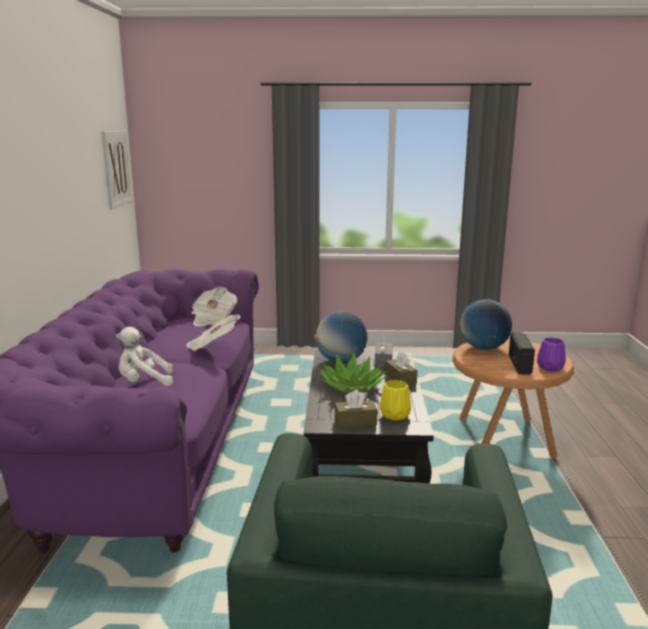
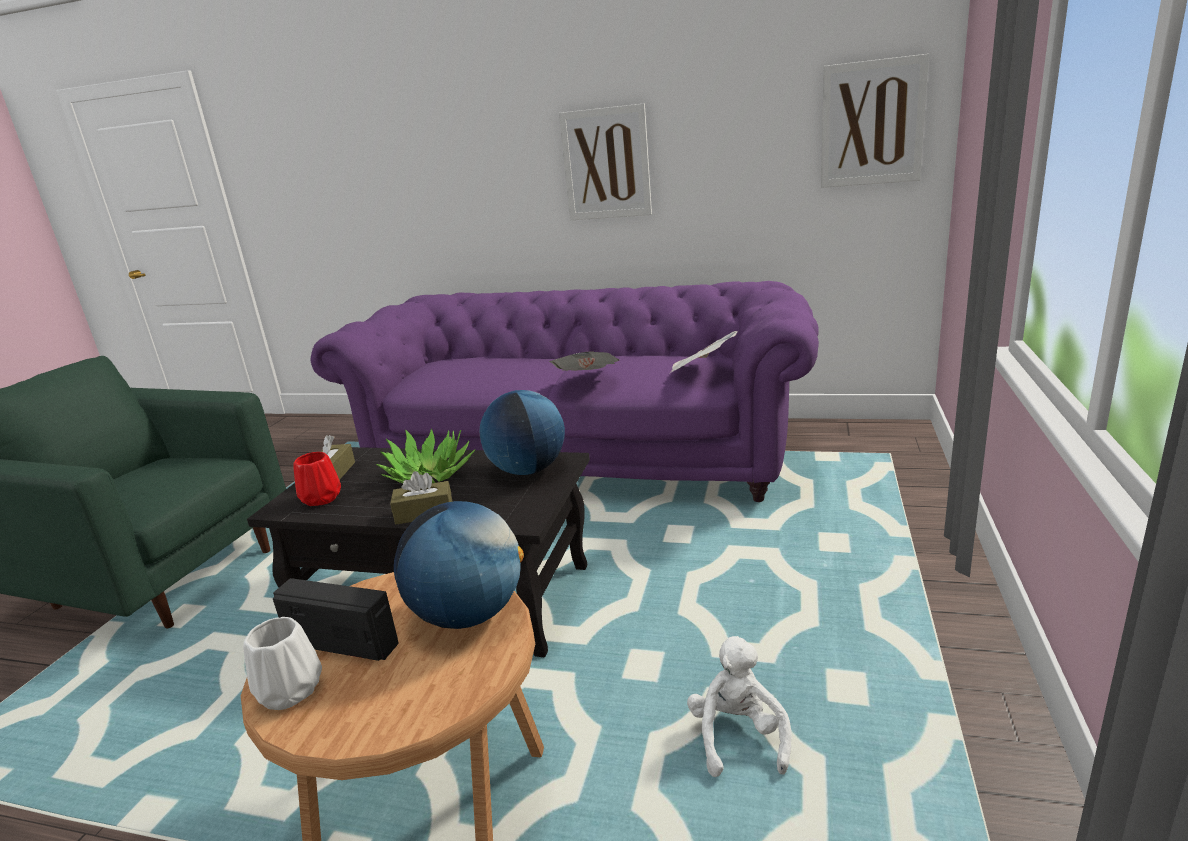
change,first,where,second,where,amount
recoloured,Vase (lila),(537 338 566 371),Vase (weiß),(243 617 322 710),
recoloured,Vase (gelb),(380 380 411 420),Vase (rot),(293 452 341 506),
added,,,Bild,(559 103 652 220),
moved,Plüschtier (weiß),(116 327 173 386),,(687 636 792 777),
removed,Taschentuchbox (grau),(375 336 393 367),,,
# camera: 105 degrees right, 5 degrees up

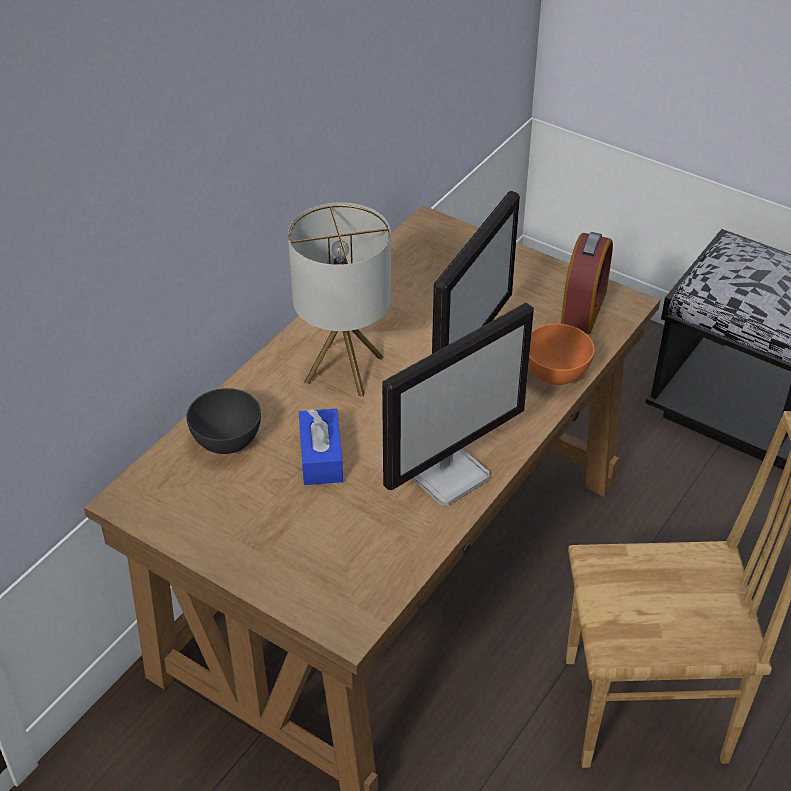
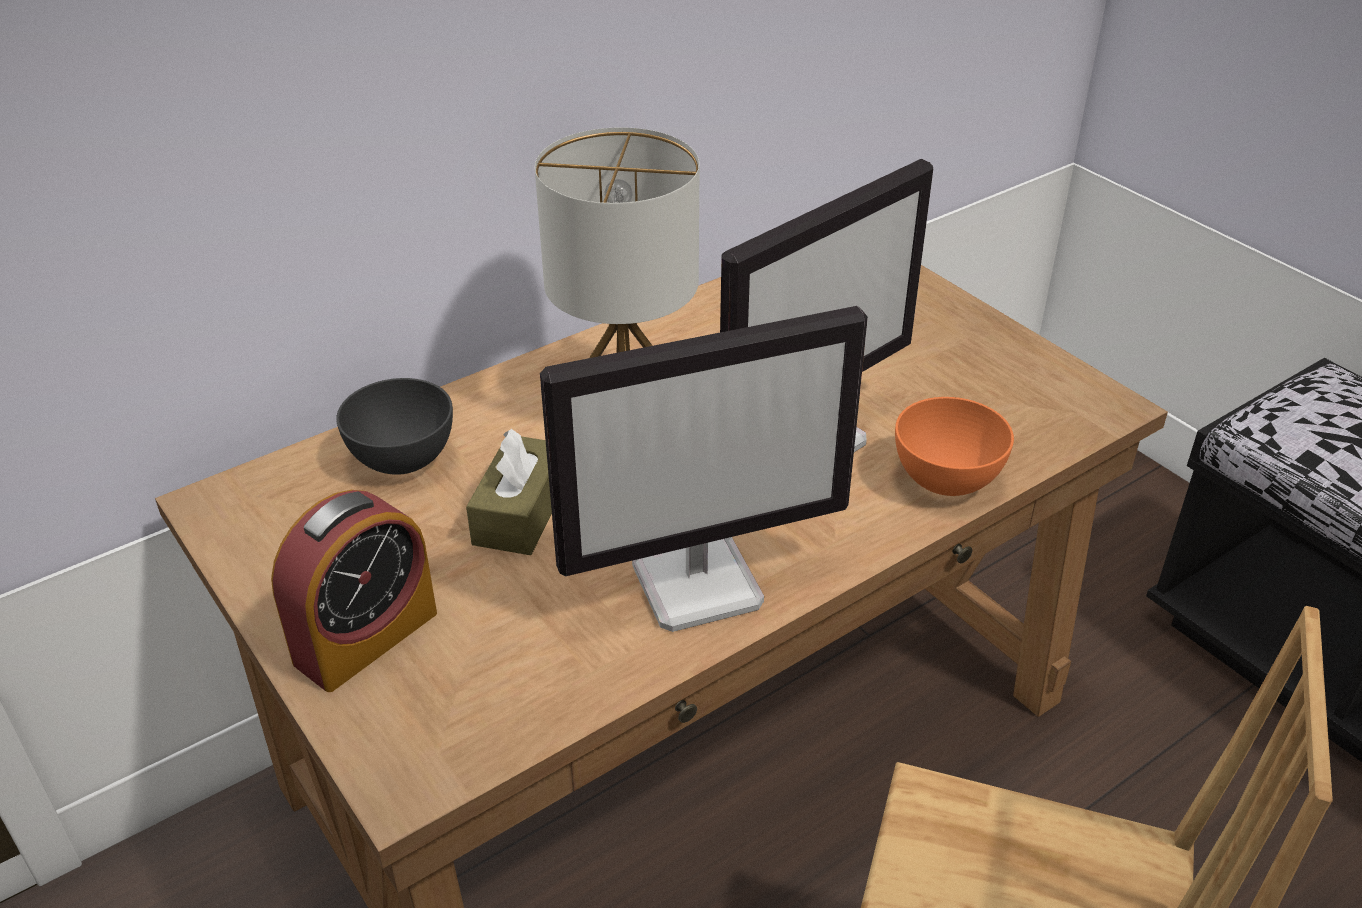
change,first,where,second,where,amount
moved,Wecker,(561 232 613 334),,(271 490 437 692),
recoloured,Taschentuchbox (blau),(299 409 343 485),Taschentuchbox (braun),(466 429 552 555),
# camera: 20 degrees right, 5 degrees down

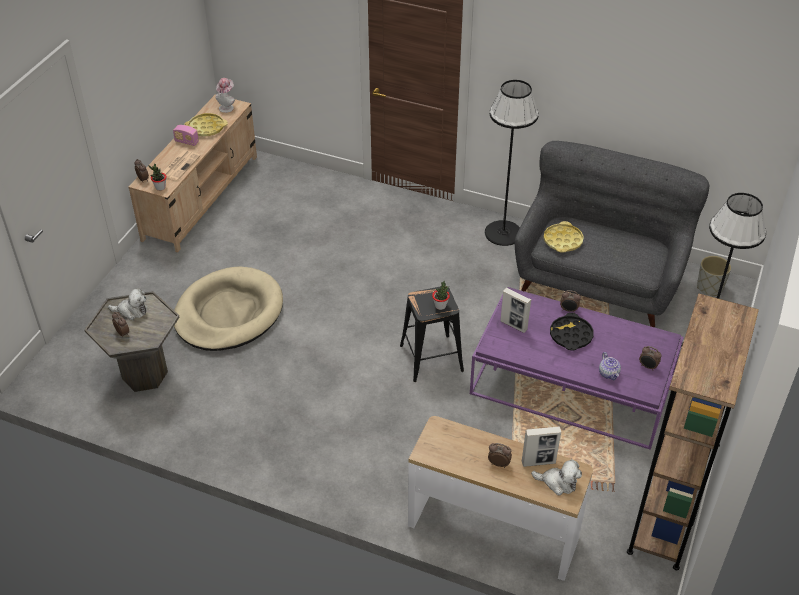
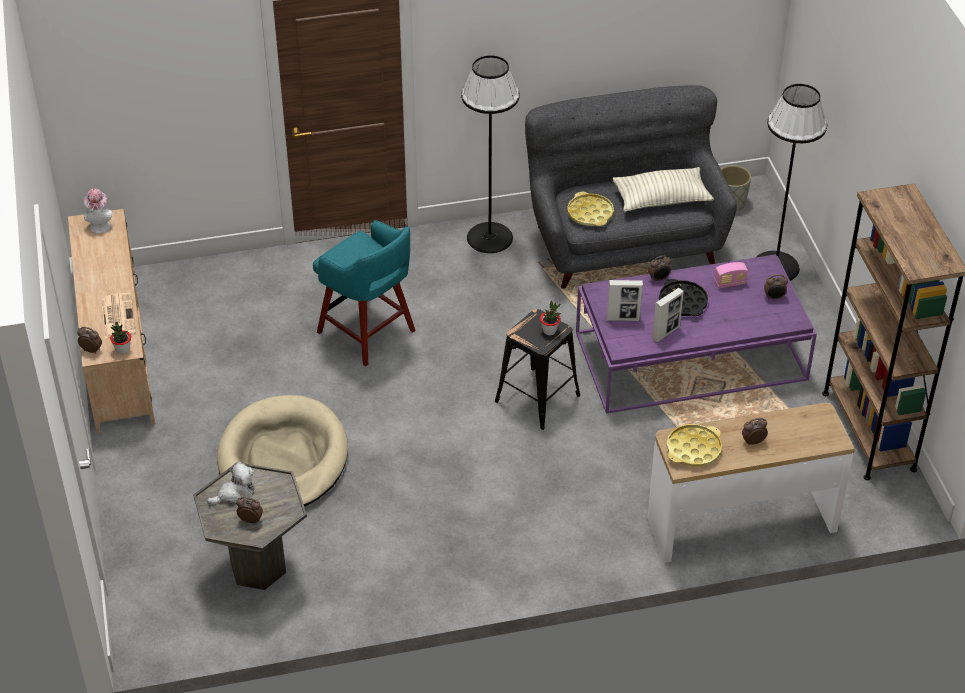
change,first,where,second,where,amount
added,,,Hocker (türkis),(313 220 416 366),
added,,,Kissen,(613 167 714 212),
moved,Bilderrahmen,(522 426 561 467),,(652 288 684 342),
moved,Tablett (gelb),(184 113 228 136),,(667 424 722 467),
moved,Radio,(173 125 199 146),,(714 262 748 288),
removed,Plüschtier,(531 459 582 496),,,
removed,Teekanne,(599 352 621 381),,,
# camera: 35 degrees left, 0 degrees up

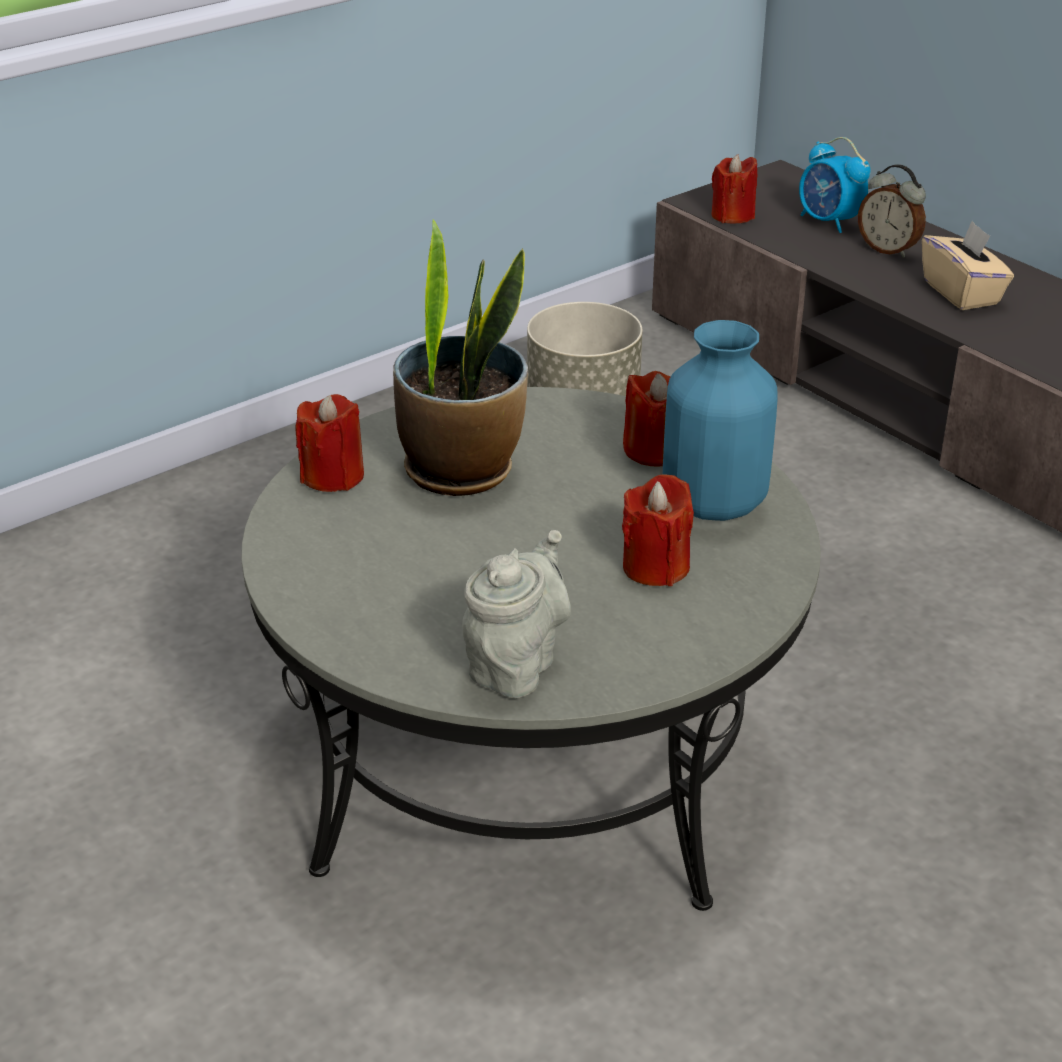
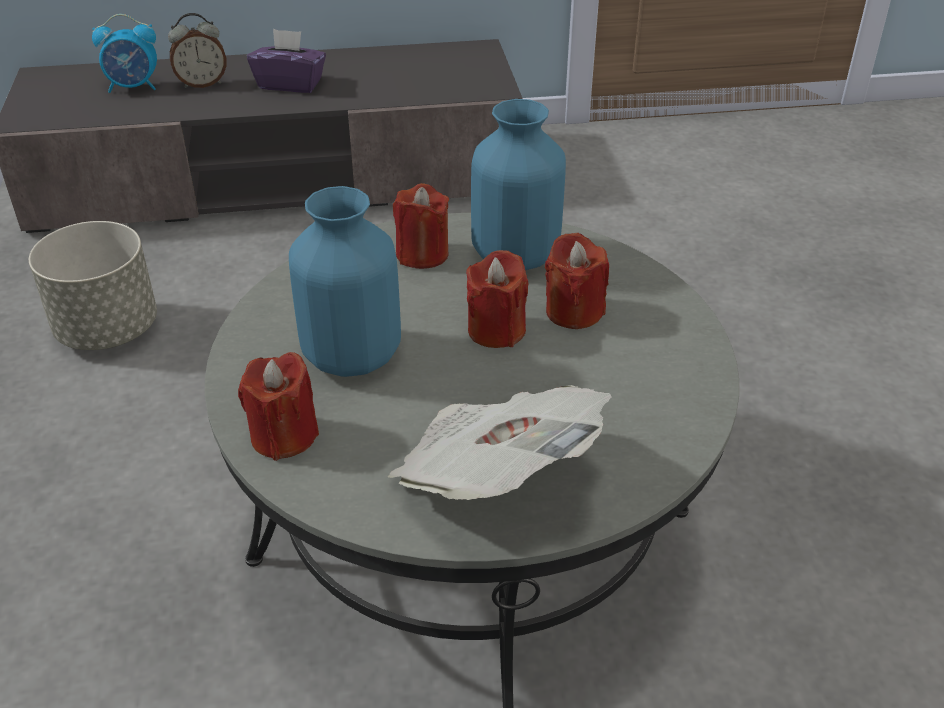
change,first,where,second,where,amount
recoloured,Taschentuchbox (beige),(922 221 1014 310),Taschentuchbox (lila),(247 29 326 93),
replaced,Topfpflanze,(393 220 528 496),Vase (blau),(289 186 401 377),
added,,,Zeitung,(387 385 612 500),
moved,Kerze (rot),(711 154 757 223),,(466 250 528 348),
removed,Teekanne (grau),(462 530 571 698),,,
# camera: 60 degrees left, 5 degrees up

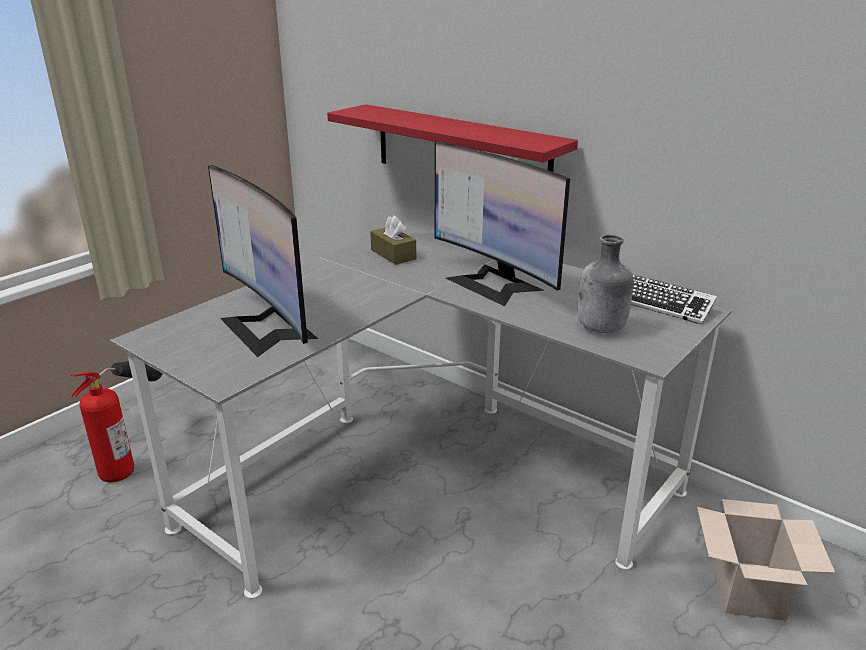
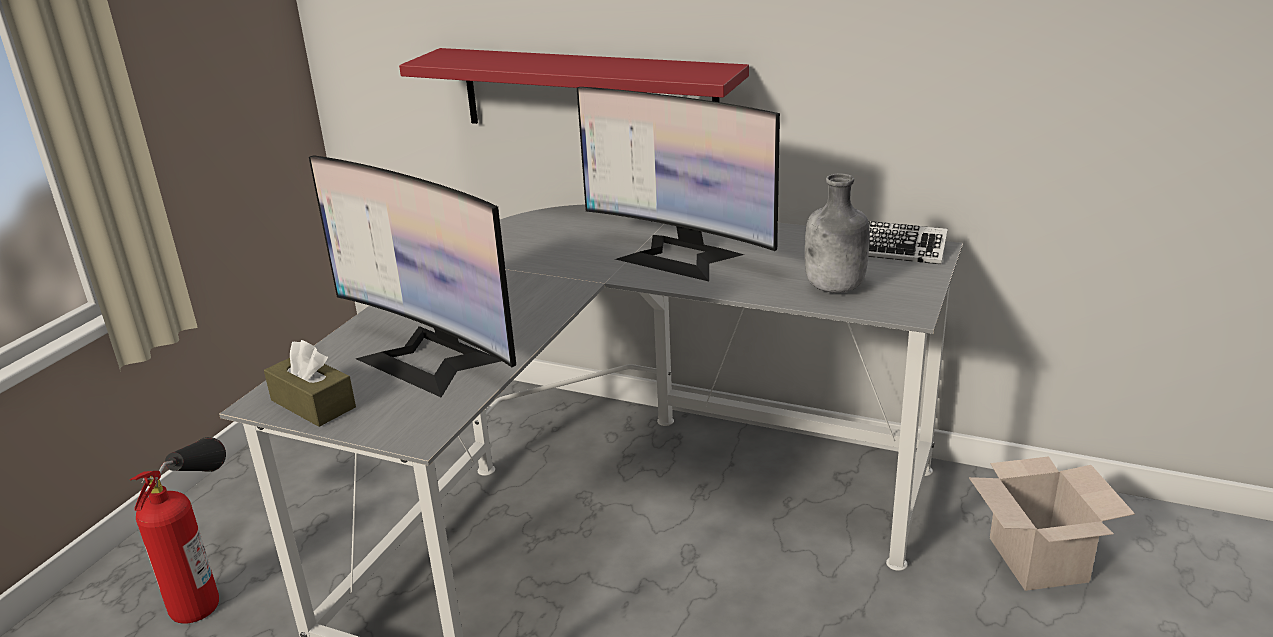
change,first,where,second,where,amount
moved,Taschentuchbox (braun),(370 215 416 265),,(264 340 356 427),
# camera: 15 degrees left, 0 degrees up

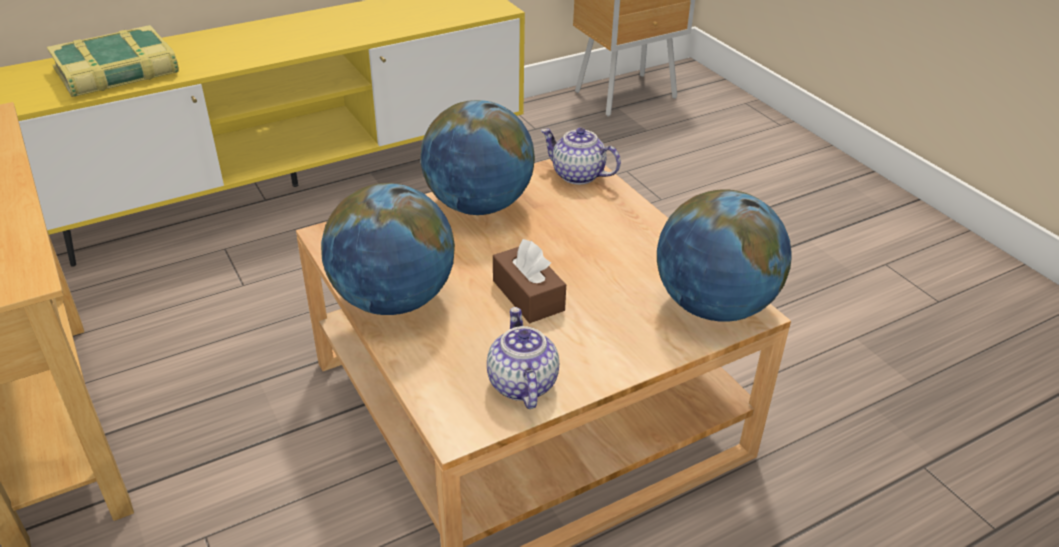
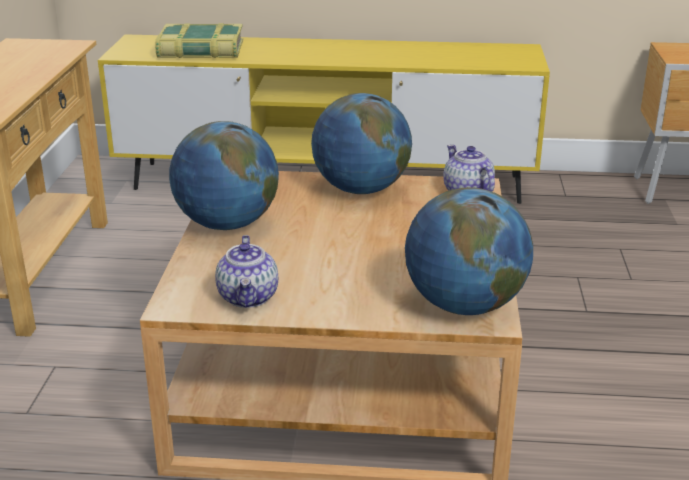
change,first,where,second,where,amount
turned,Teekanne,(487 307 559 409),,(215 235 278 308),150 degrees clockwise
removed,Taschentuchbox (braun),(493 239 566 323),,,
# camera: 35 degrees right, 10 degrees down

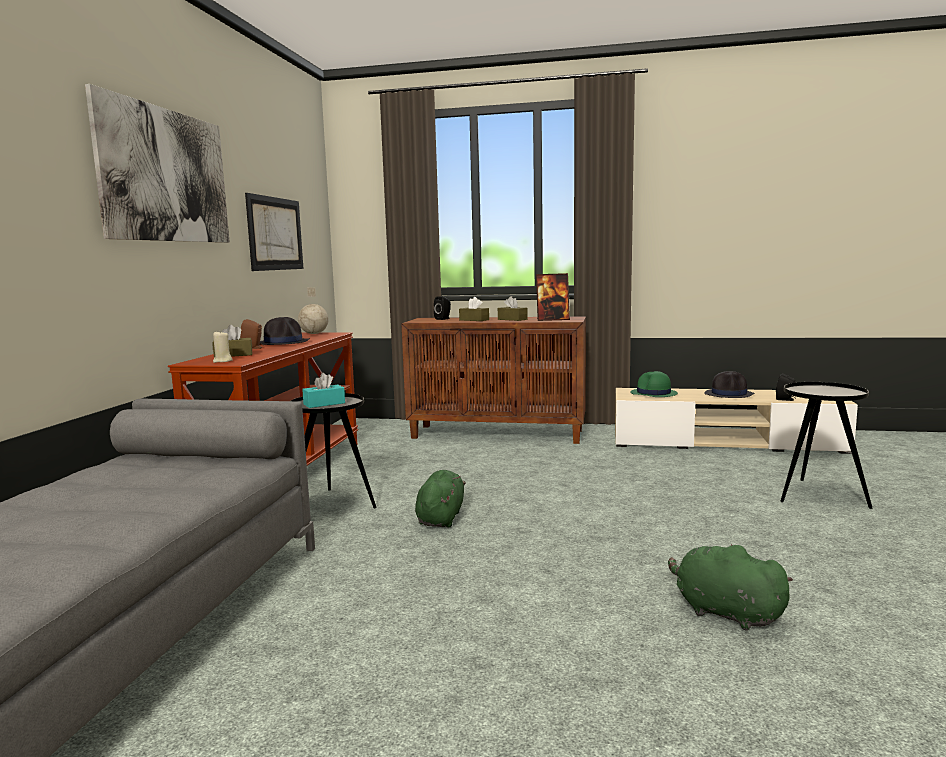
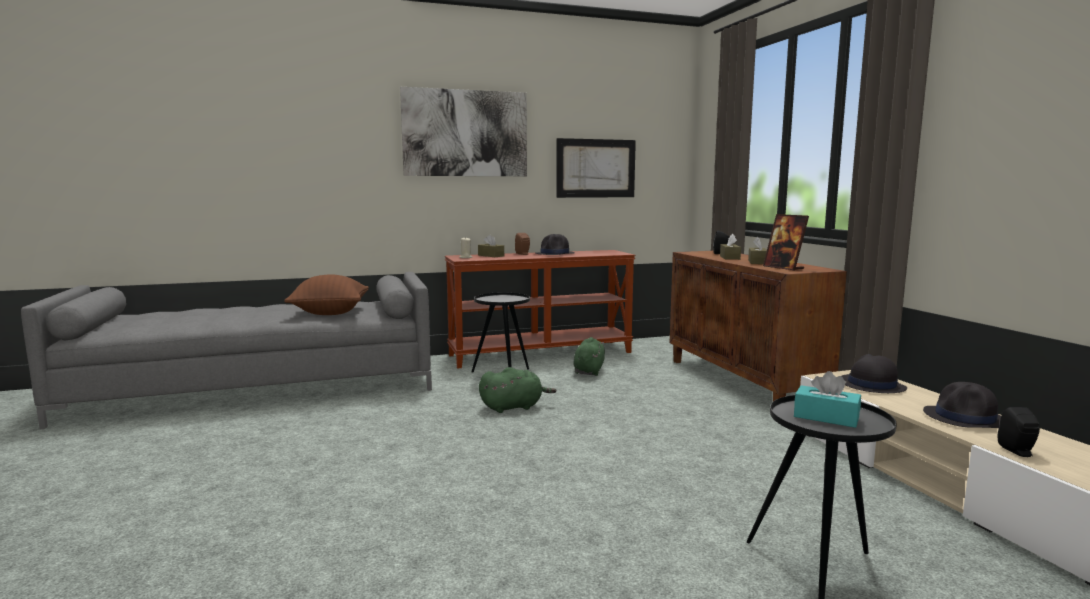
change,first,where,second,where,amount
added,,,Kissen (braun),(284 275 369 315),
moved,Plüschtier (grün),(668 544 793 631),,(573 337 605 376),
moved,Taschentuchbox (türkis),(302 373 345 408),,(794 371 861 428),
recoloured,Hut (grün),(630 371 678 397),Hut (schwarz),(842 354 907 393),
removed,Globus,(298 287 329 334),,,
# camera: 60 degrees right, 0 degrees up

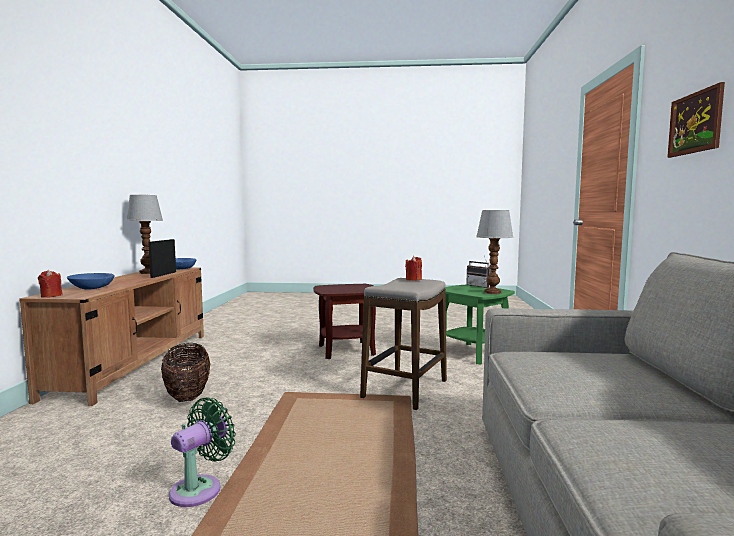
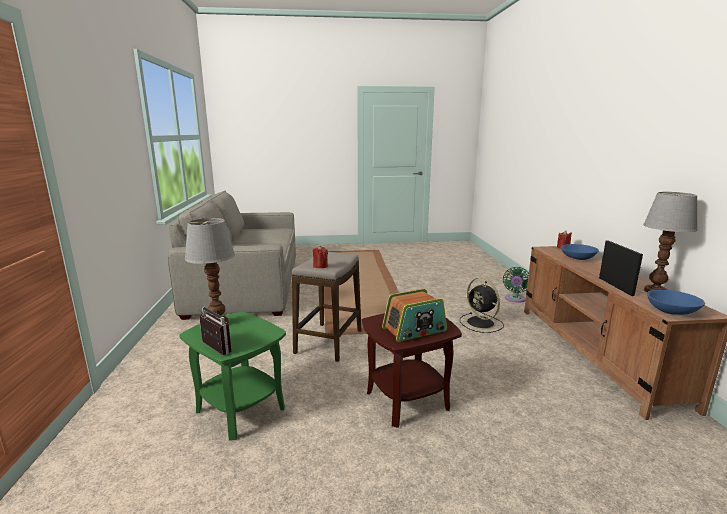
change,first,where,second,where,amount
added,,,Radio,(382 289 447 342),
replaced,Korb,(161 343 210 402),Ventilator (schwarz),(460 278 504 333),
moved,Ventilator (grün),(169 397 236 507),,(503 267 529 303),
removed,Bild,(667 82 725 158),,,
# camera: 170 degrees right, 10 degrees up

